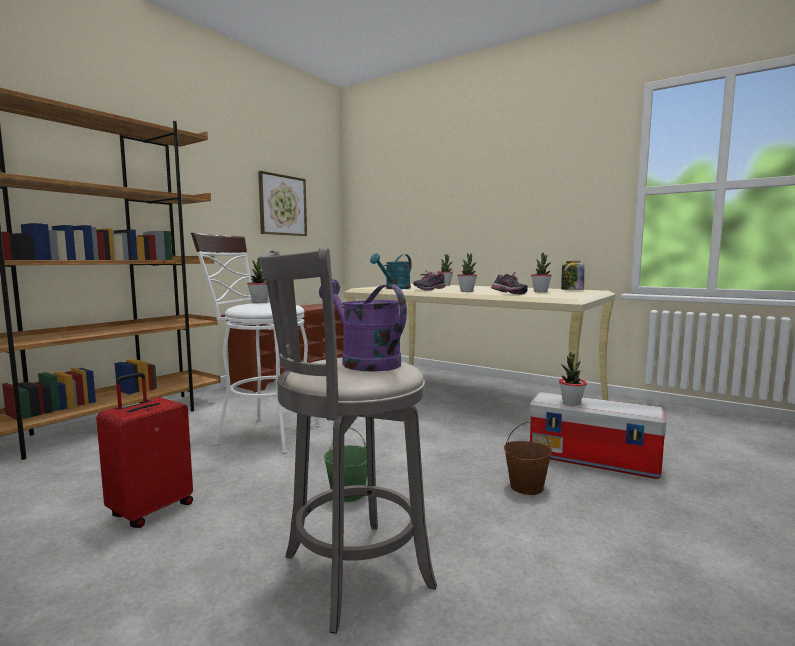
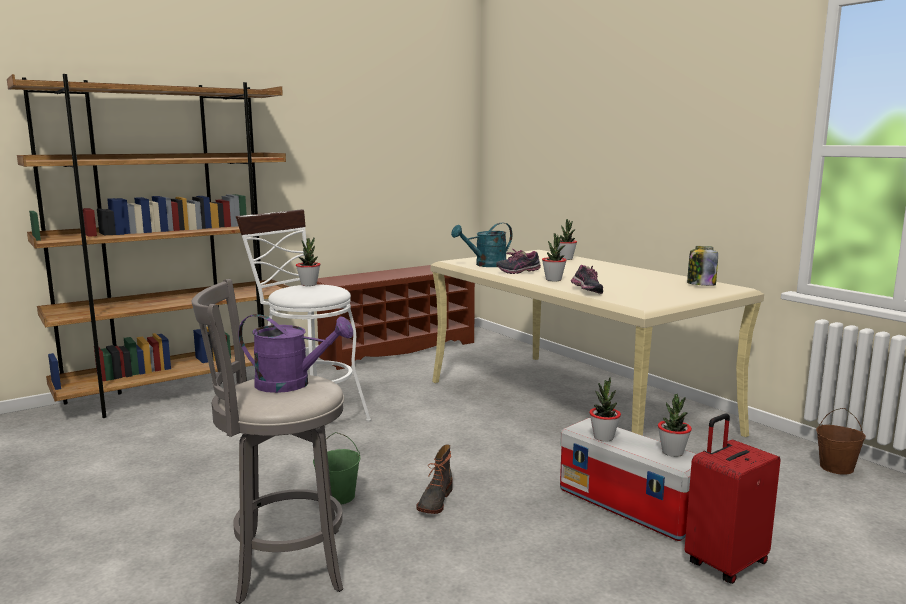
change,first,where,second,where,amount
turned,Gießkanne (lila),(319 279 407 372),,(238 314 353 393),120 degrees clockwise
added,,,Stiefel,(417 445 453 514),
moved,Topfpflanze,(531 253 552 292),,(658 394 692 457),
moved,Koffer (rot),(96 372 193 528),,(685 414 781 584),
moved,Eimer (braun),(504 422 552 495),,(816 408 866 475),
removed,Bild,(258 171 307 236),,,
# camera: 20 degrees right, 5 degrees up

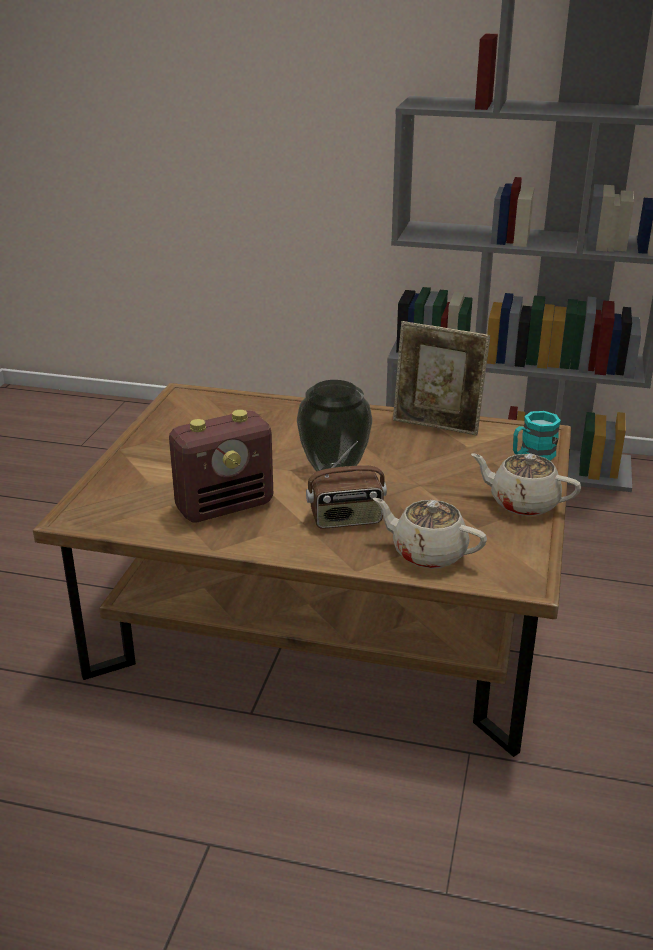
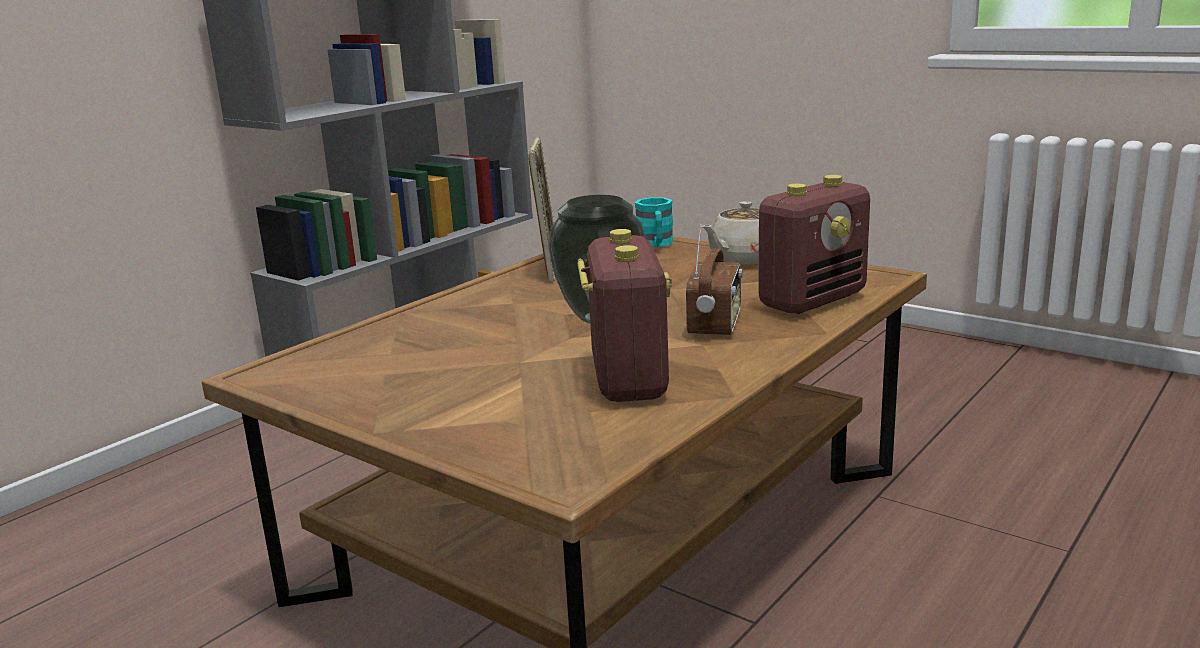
change,first,where,second,where,amount
turned,Bilderrahmen,(393 321 490 436),,(528 137 555 282),45 degrees counterclockwise
replaced,Teekanne (beige),(373 498 487 569),Radio,(758 175 870 314),
# camera: 65 degrees left, 10 degrees down

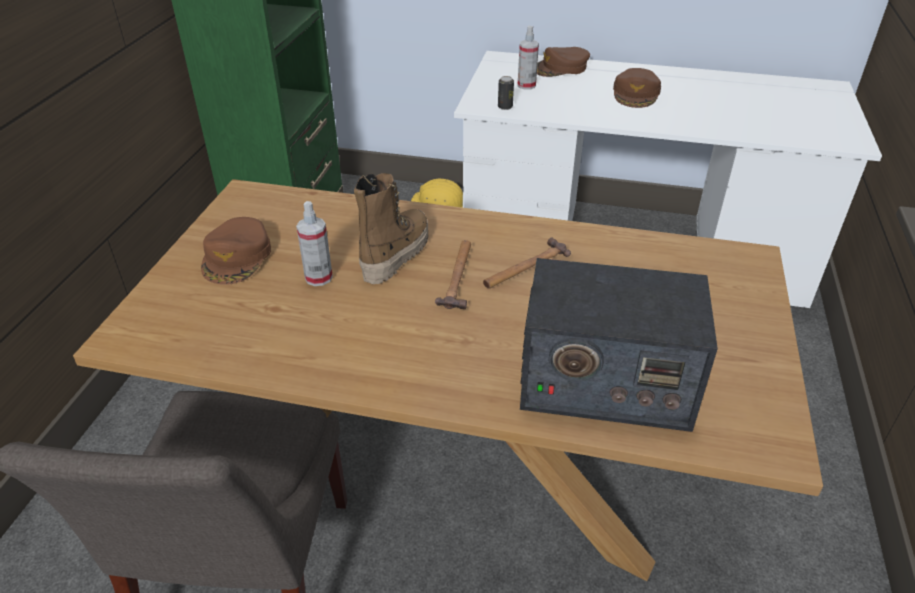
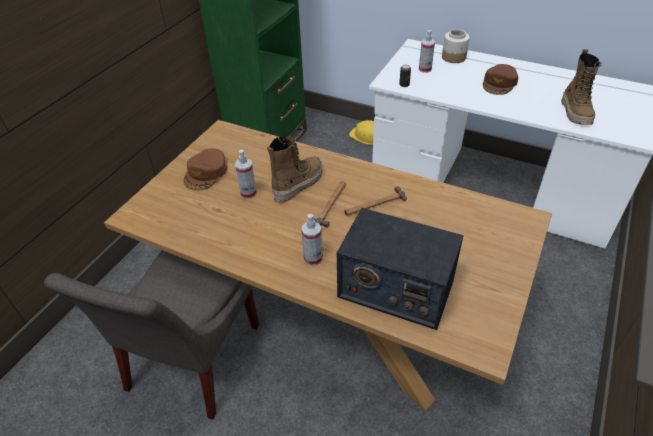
change,first,where,second,where,amount
added,,,Sprühflasche,(301 214 323 266),
replaced,Kappe (braun),(537 47 590 77),Vorratsglas,(442 29 470 63),
added,,,Stiefel,(561 49 602 125),
# camera: 15 degrees right, 5 degrees up

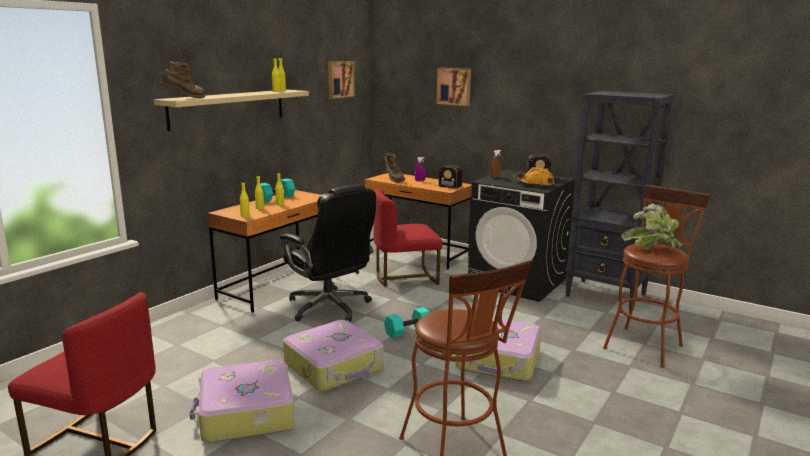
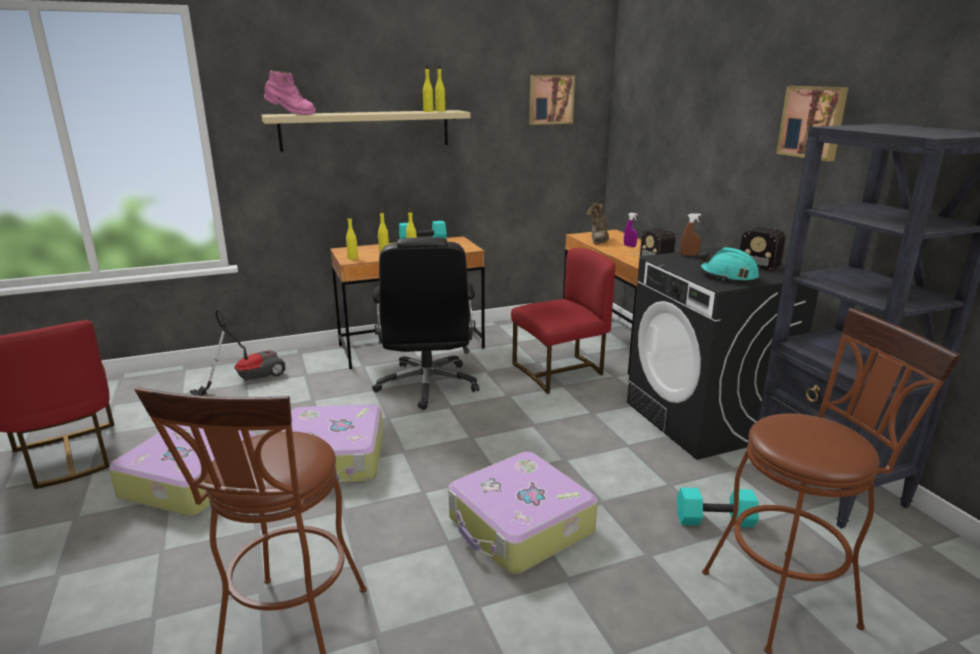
change,first,where,second,where,amount
added,,,Staubsauger,(190 309 285 396),
recoloured,Stiefel (braun),(160 61 205 98),Stiefel (rosa),(264 70 316 115),
turned,Stuhl (rot),(373 189 443 286),,(511 248 615 394),135 degrees clockwise
moved,Hantel (türkis),(384 307 430 339),,(677 487 759 527),
recoloured,Schutzhelm (orange),(518 167 554 187),Schutzhelm (türkis),(699 247 759 283),
moved,Bild,(436 68 471 106),,(776 86 849 161),
removed,Topfpflanze,(621 204 682 249),,,
# camera: 35 degrees right, 5 degrees up

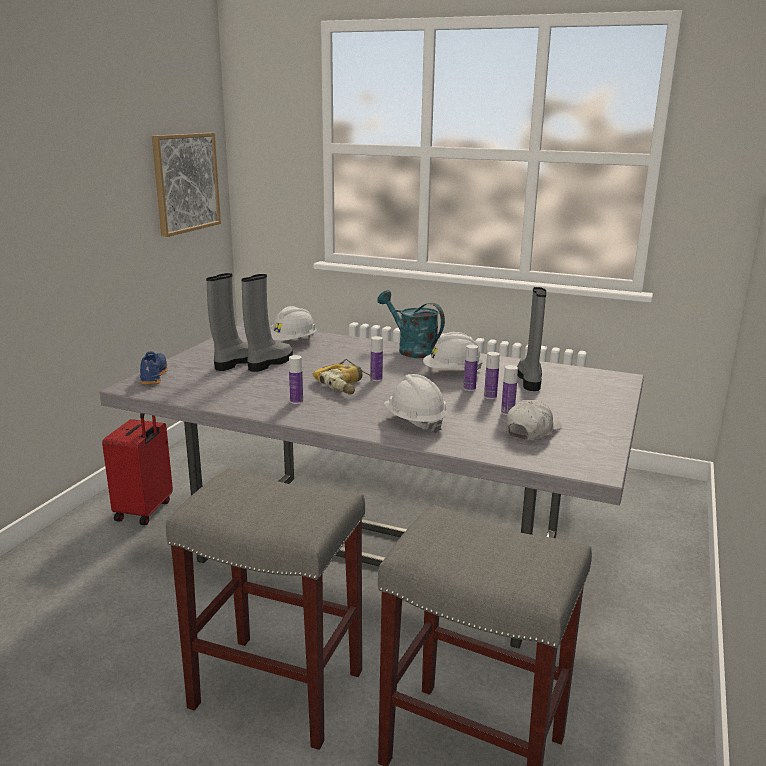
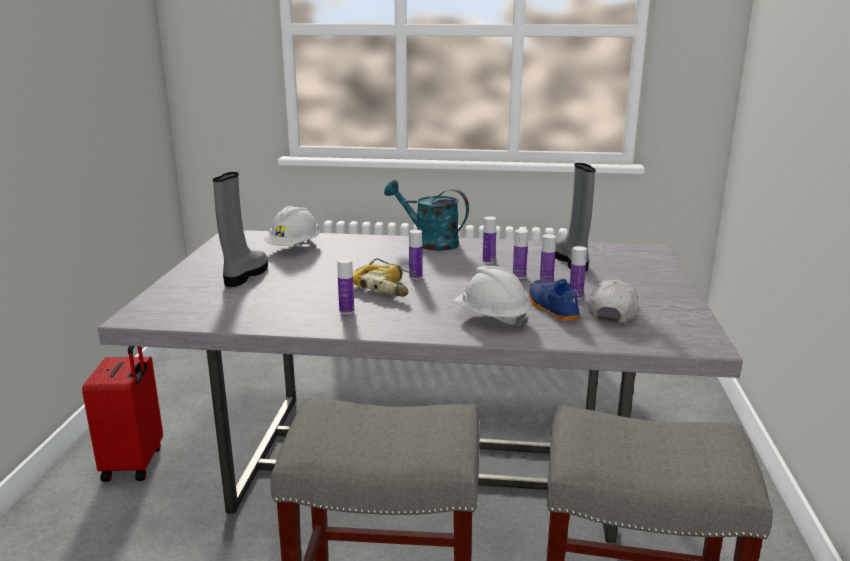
change,first,where,second,where,amount
replaced,Schutzhelm (weiß),(423 332 483 370),Flasche,(483 217 496 264),
moved,Schuh (blau),(140 351 168 385),,(529 279 581 321),
removed,Bild,(152 133 221 237),,,
removed,Stiefel (grau),(241 274 293 372),,,
# camera: 15 degrees left, 0 degrees up

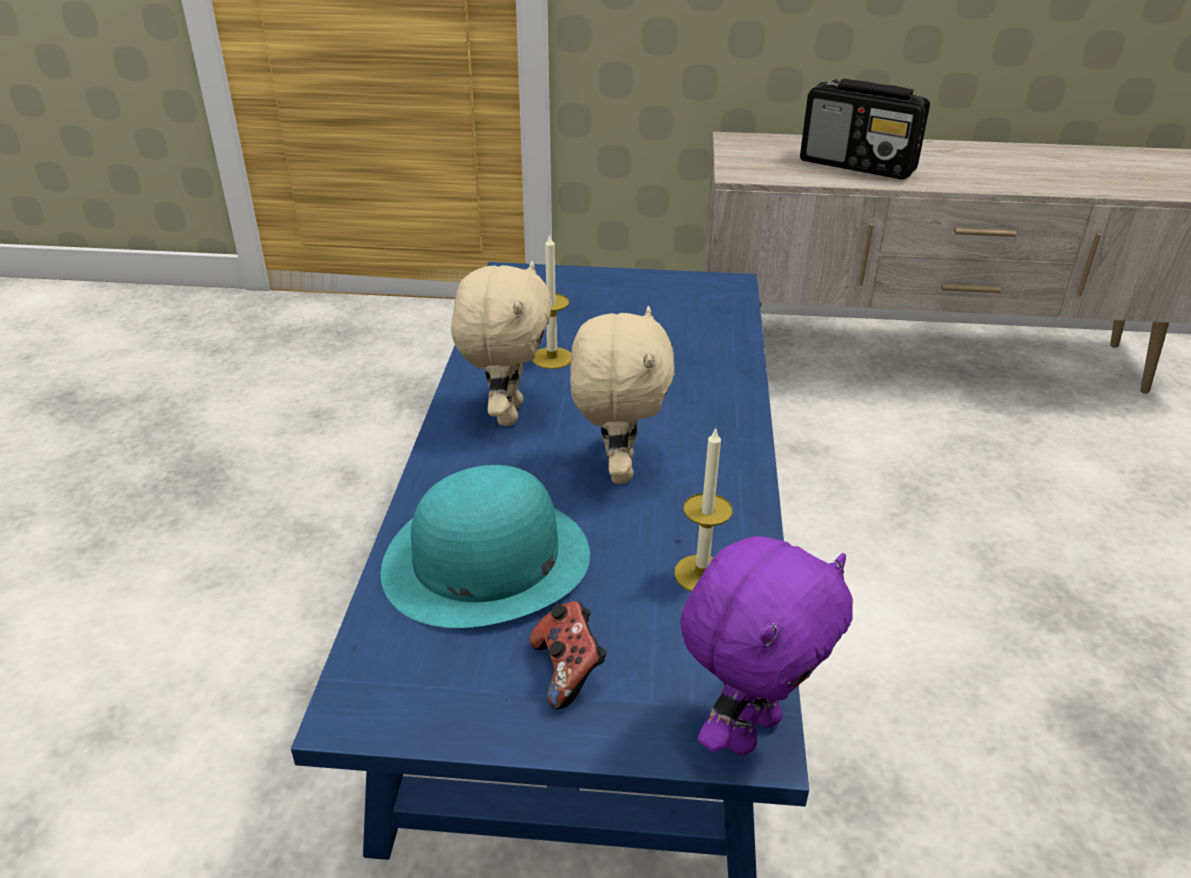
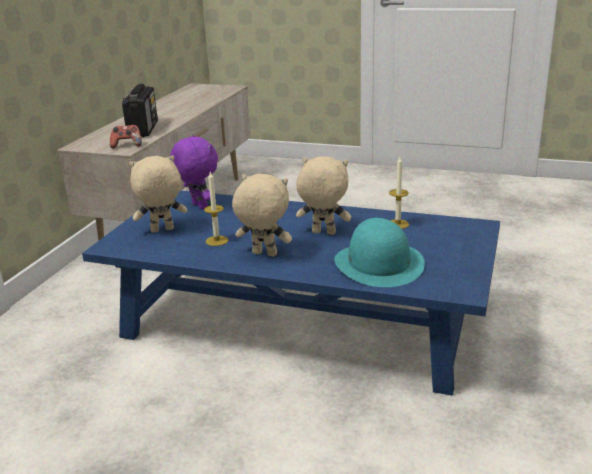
change,first,where,second,where,amount
moved,Gamepad,(530 601 607 709),,(110 125 142 148),
turned,Radio,(800 79 930 180),,(122 84 158 137),45 degrees counterclockwise
added,,,Plüschtier (beige),(129 155 187 233),
moved,Plüschtier (lila),(680 536 853 755),,(170 136 218 210),
# camera: 75 degrees left, 10 degrees down

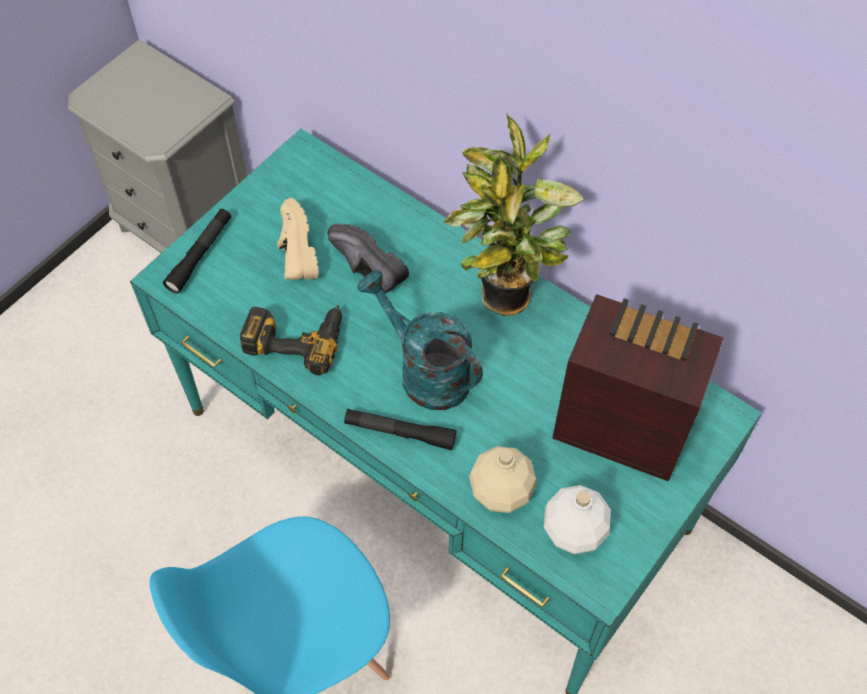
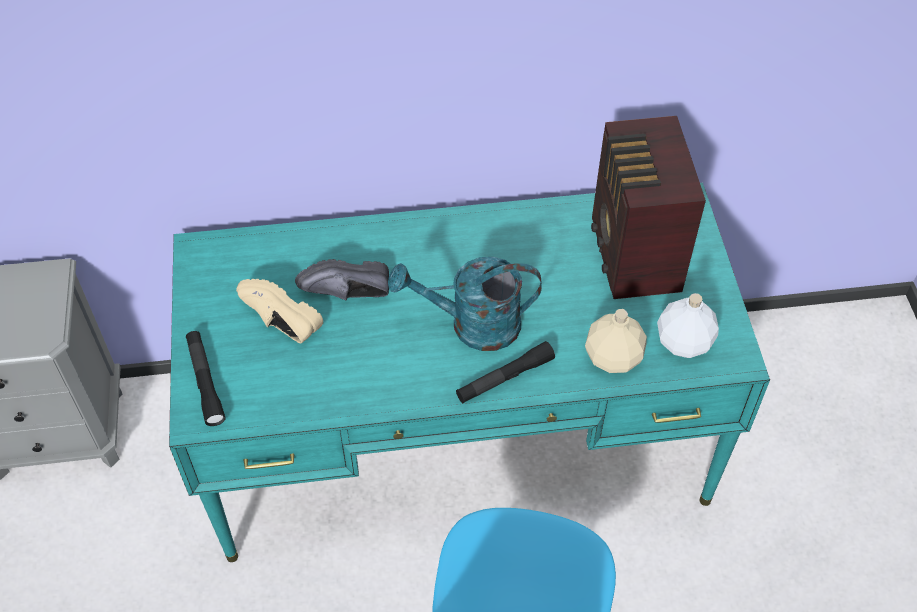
change,first,where,second,where,amount
turned,Radio,(552 294 724 482),,(591 116 706 299),75 degrees counterclockwise
removed,Bohrmaschine,(240 305 342 375),,,
removed,Topfpflanze,(443 113 583 316),,,
# camera: 45 degrees left, 5 degrees down

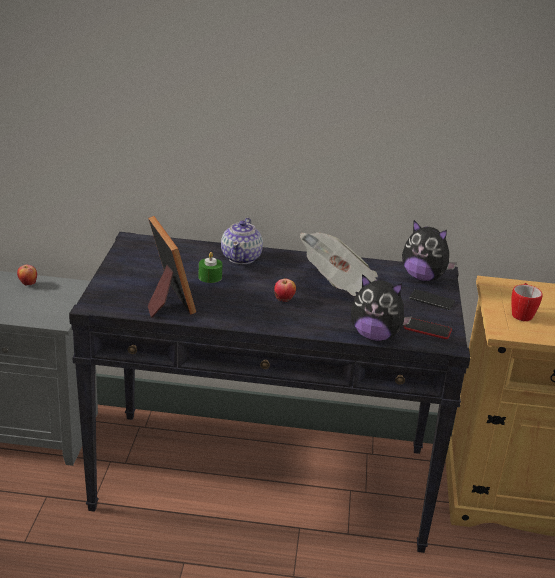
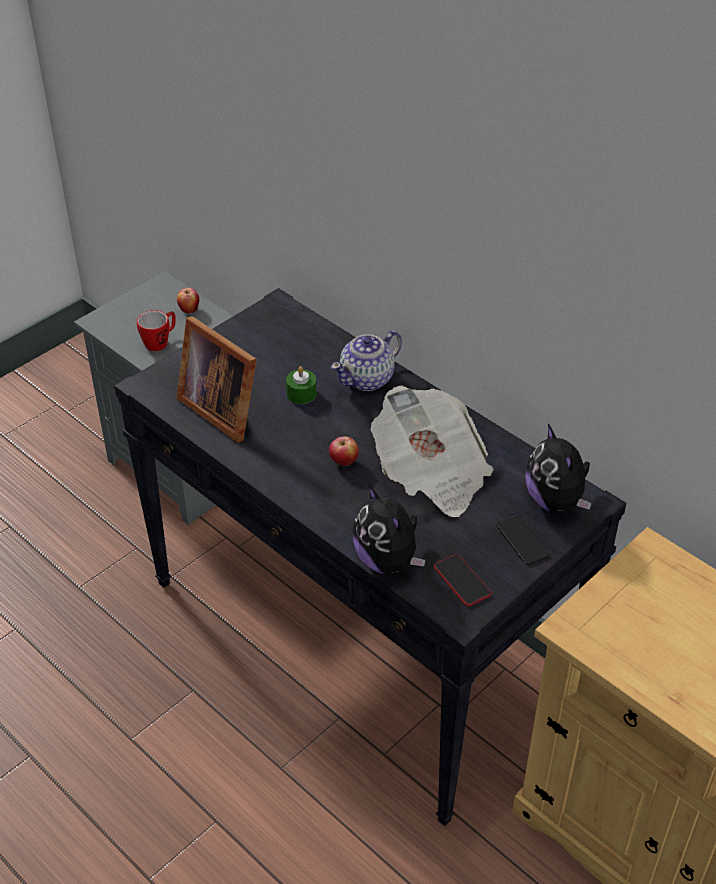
change,first,where,second,where,amount
moved,Henkelbecher,(511 283 542 321),,(137 310 176 351),
turned,Bilderrahmen,(148 216 196 318),,(176 316 257 443),120 degrees clockwise
# camera: 40 degrees right, 15 degrees up

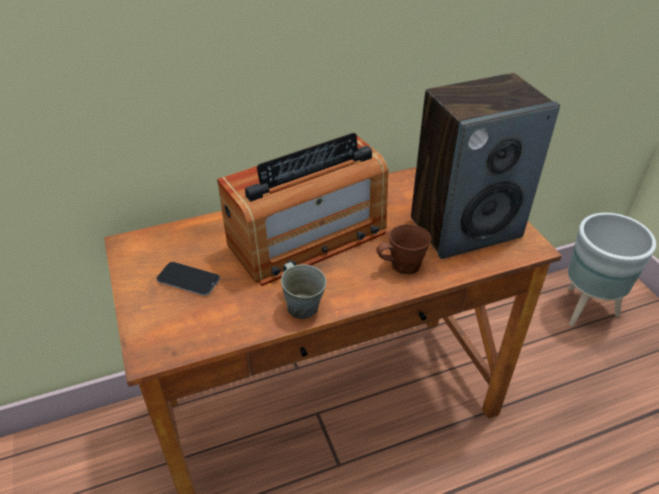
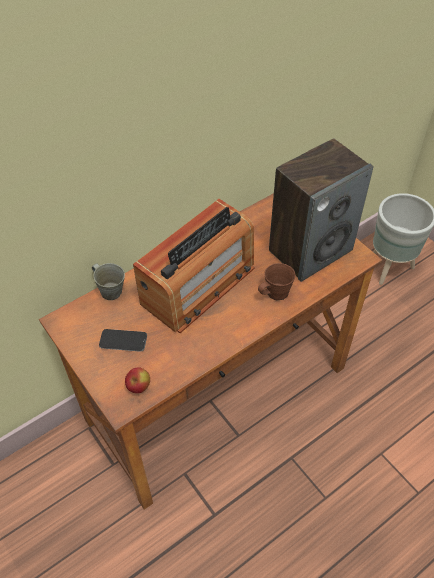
change,first,where,second,where,amount
moved,Henkelbecher (grau),(281 262 326 319),,(92 263 125 300),
added,,,Apfel,(125 367 150 393),
# camera: 15 degrees left, 10 degrees up

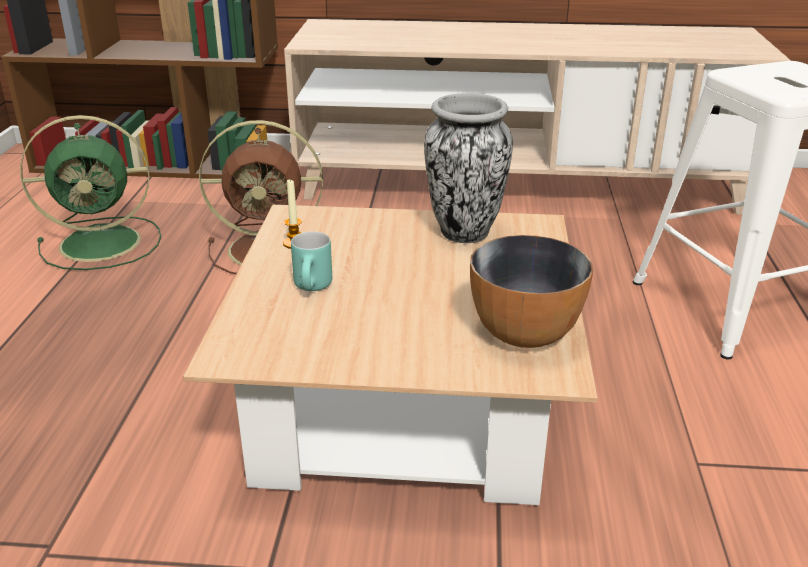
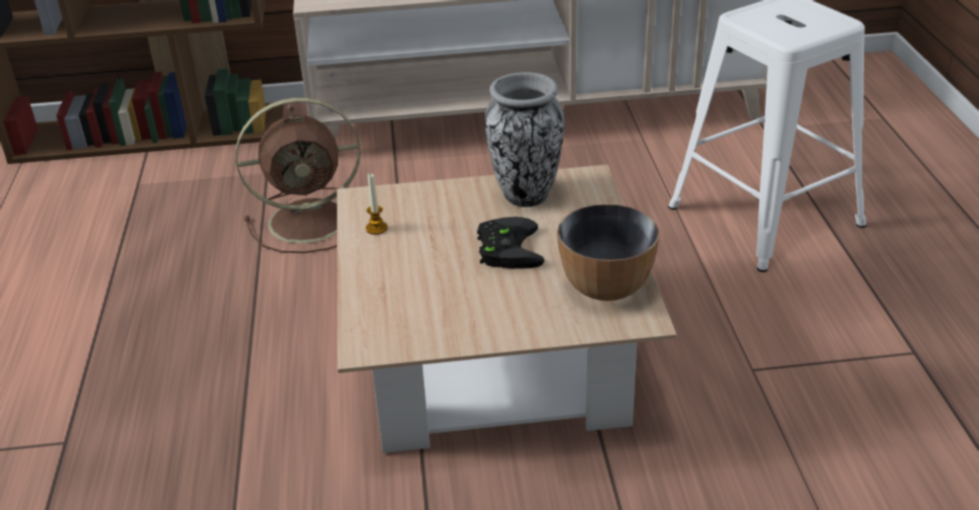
change,first,where,second,where,amount
added,,,Gamepad (schwarz),(477 217 544 269),
removed,Ventilator (grün),(20 115 161 270),,,
removed,Henkelbecher (türkis),(291 231 332 291),,,
# camera: 10 degrees left, 5 degrees up

